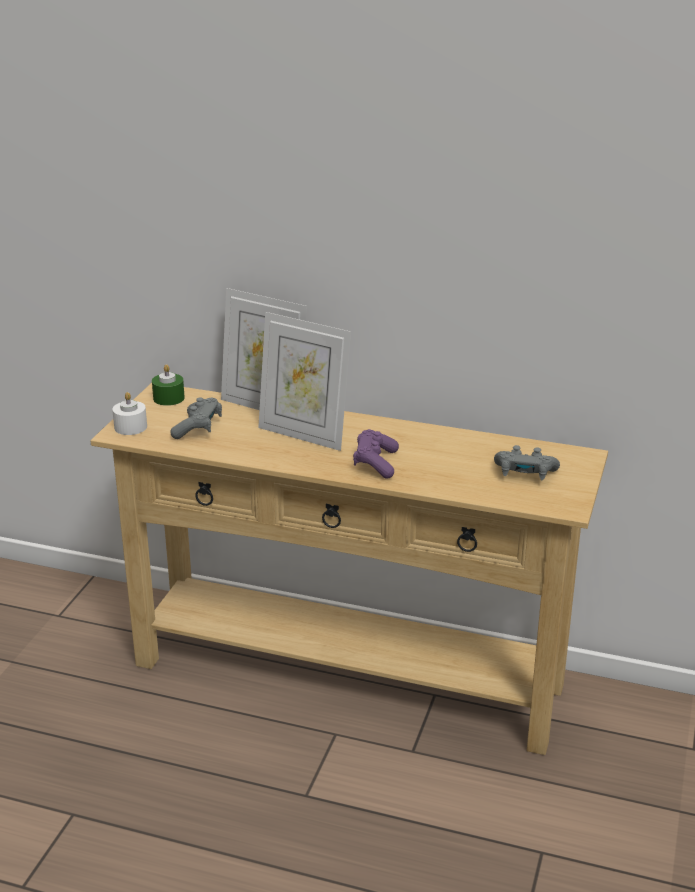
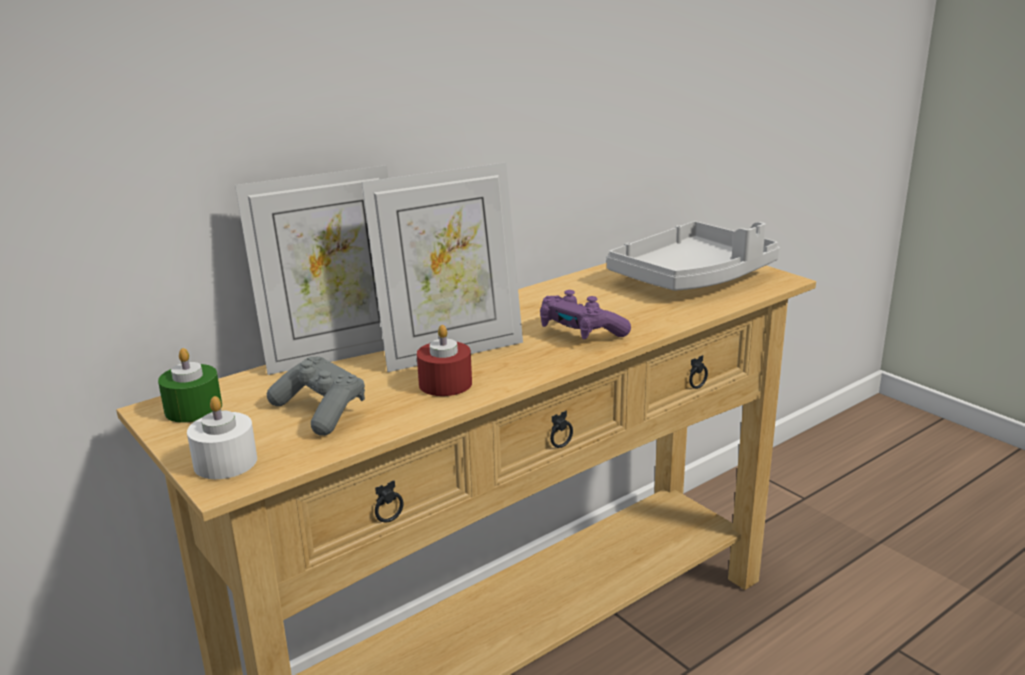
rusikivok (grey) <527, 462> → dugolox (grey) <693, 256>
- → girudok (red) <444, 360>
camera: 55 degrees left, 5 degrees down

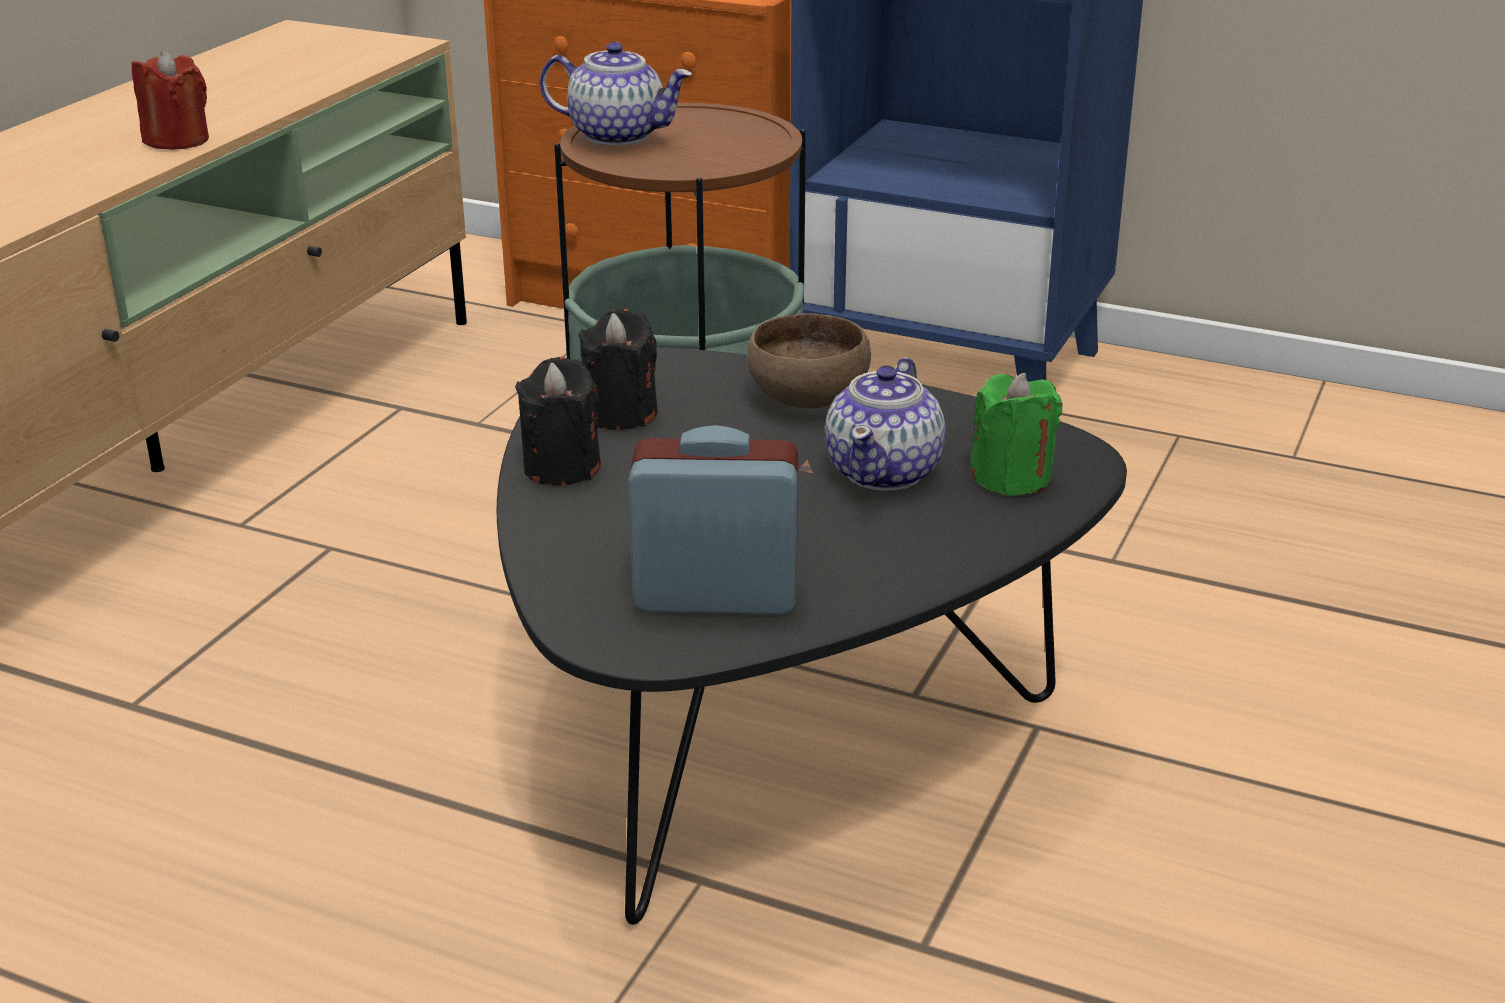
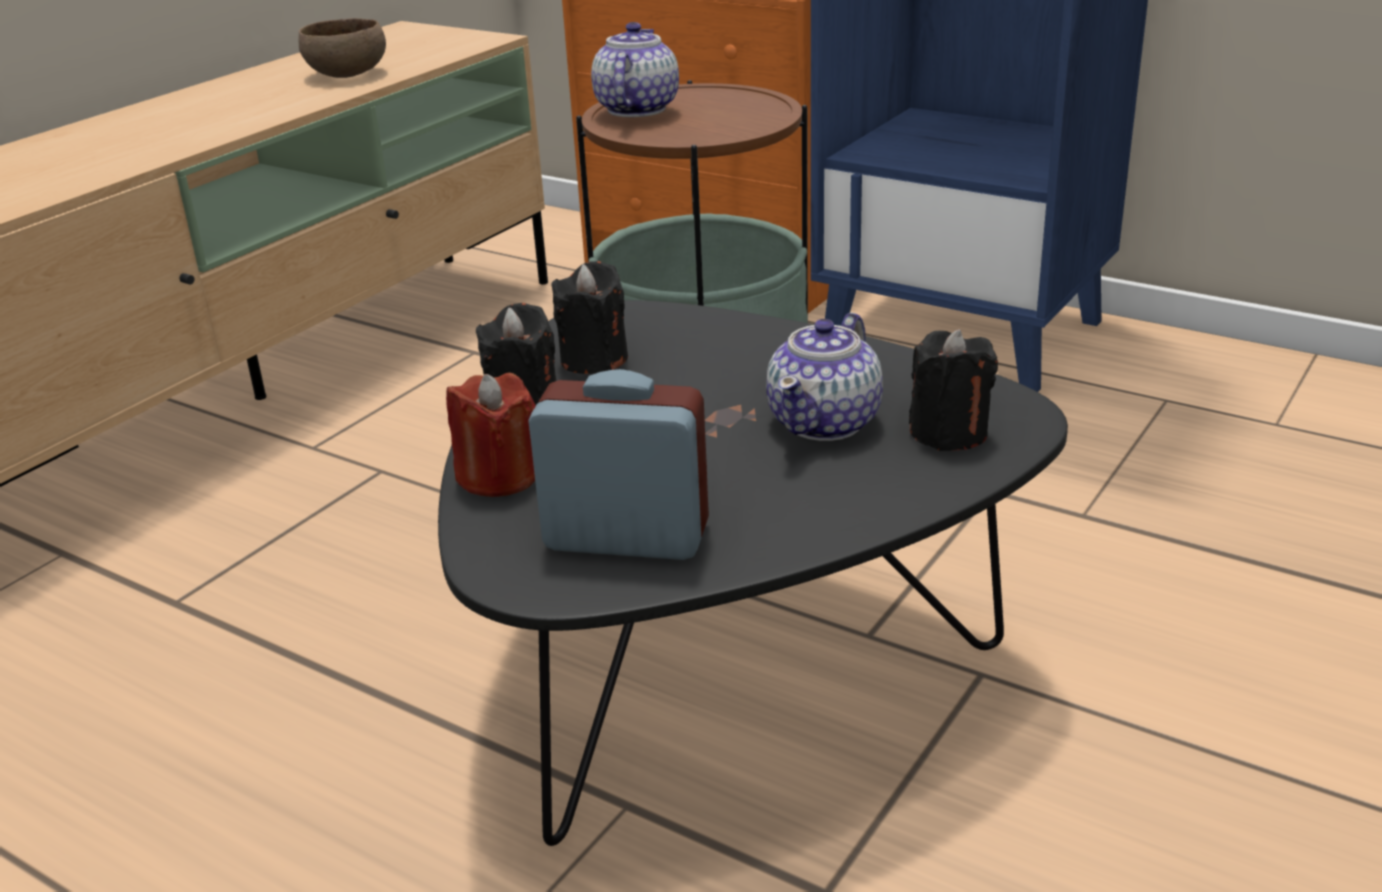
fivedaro <616, 94> → fivedaro <635, 69>, 105 degrees counterclockwise
girudok (red) <170, 100> → girudok (red) <491, 435>, relocated
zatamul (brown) <809, 361> → zatamul (brown) <342, 48>, relocated
girudok (green) <1016, 434> → girudok (black) <953, 390>
camera: 10 degrees right, 0 degrees up

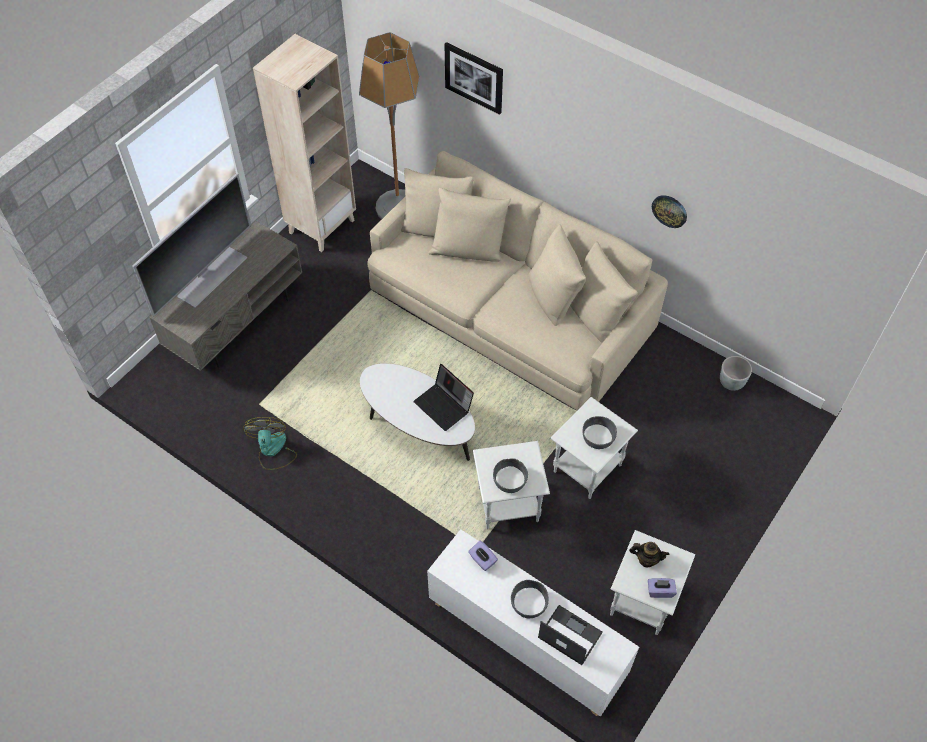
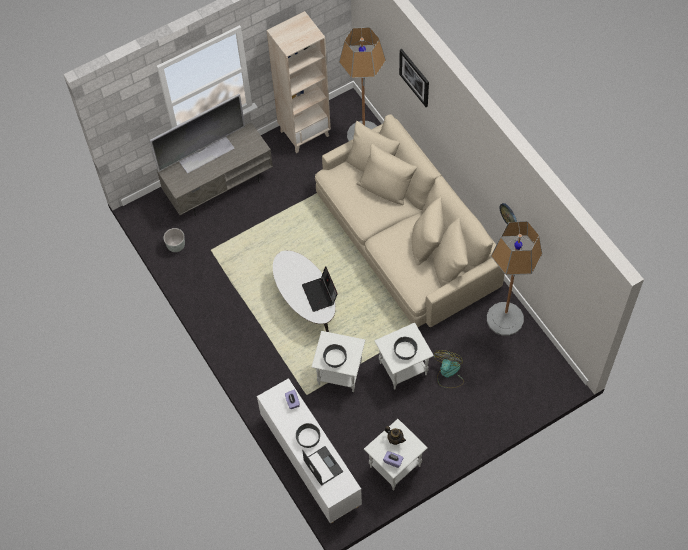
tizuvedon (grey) <736, 373> → tizuvedon (grey) <174, 240>, relocated
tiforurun <270, 443> → tiforurun <449, 369>, relocated
- → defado <514, 278>
camera: 25 degrees right, 5 degrees up

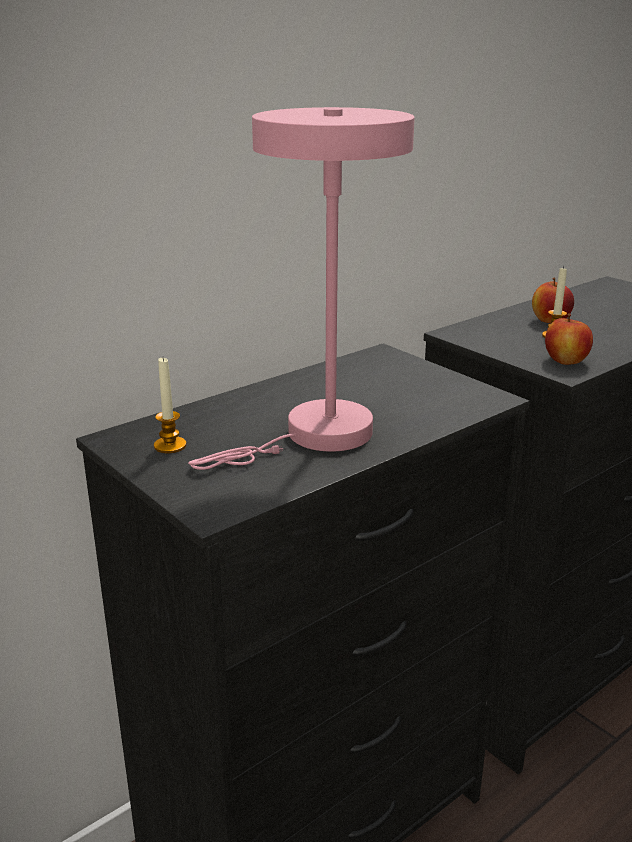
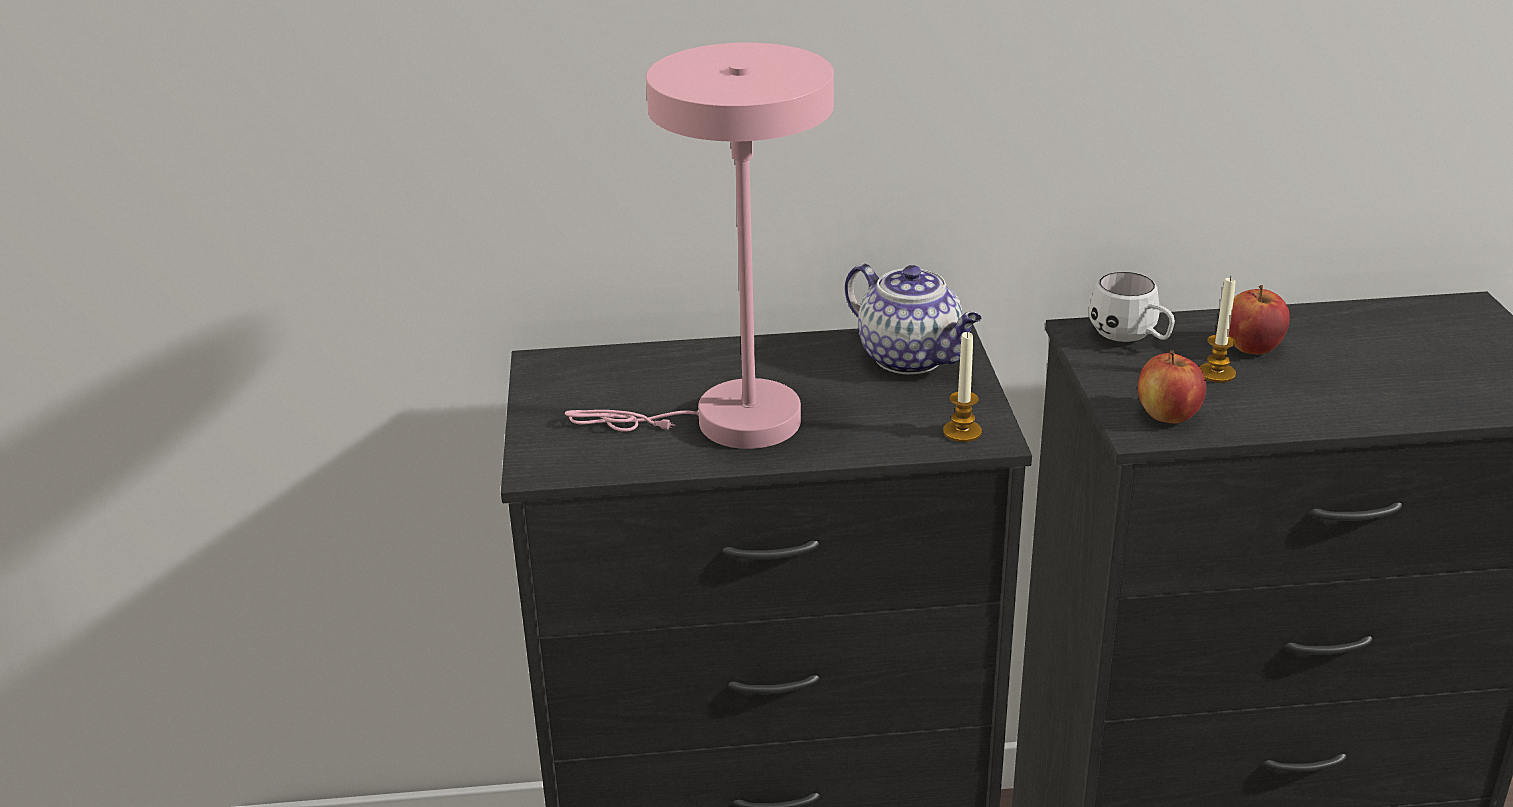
girudok <170, 405> → girudok <962, 386>, relocated
- → fivedaro <913, 318>
- → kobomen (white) <1132, 307>
camera: 35 degrees right, 5 degrees up

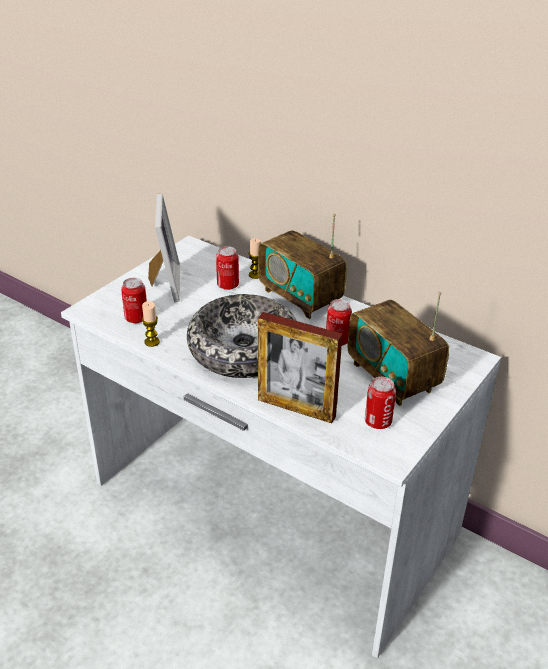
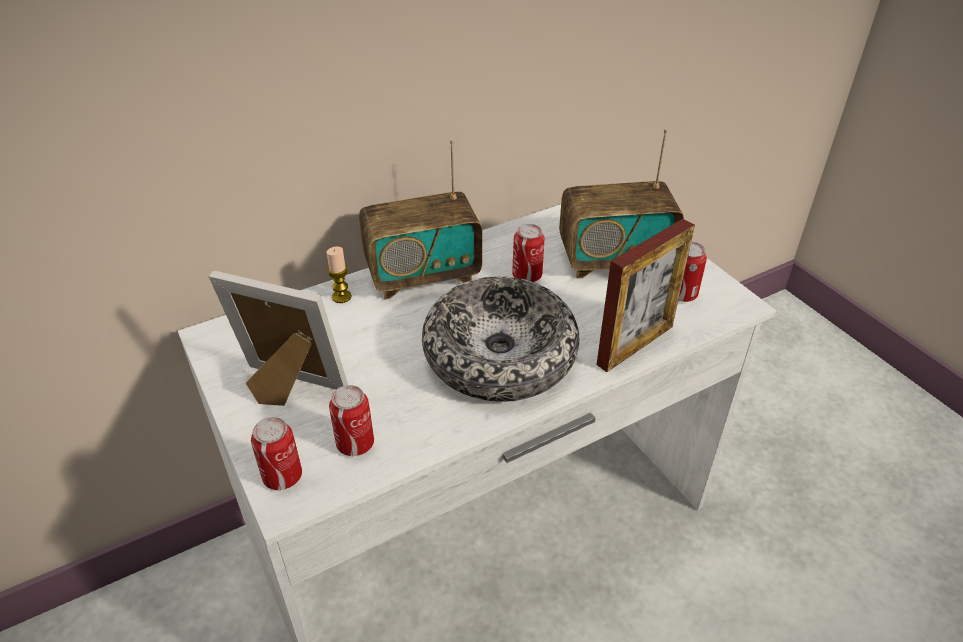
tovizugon <227, 268> → tovizugon <276, 453>, relocated
girudok <151, 324> → -
camera: 65 degrees left, 5 degrees up

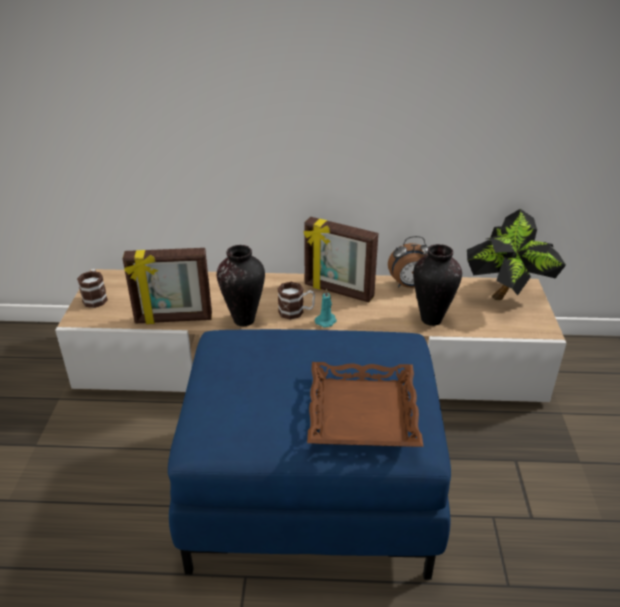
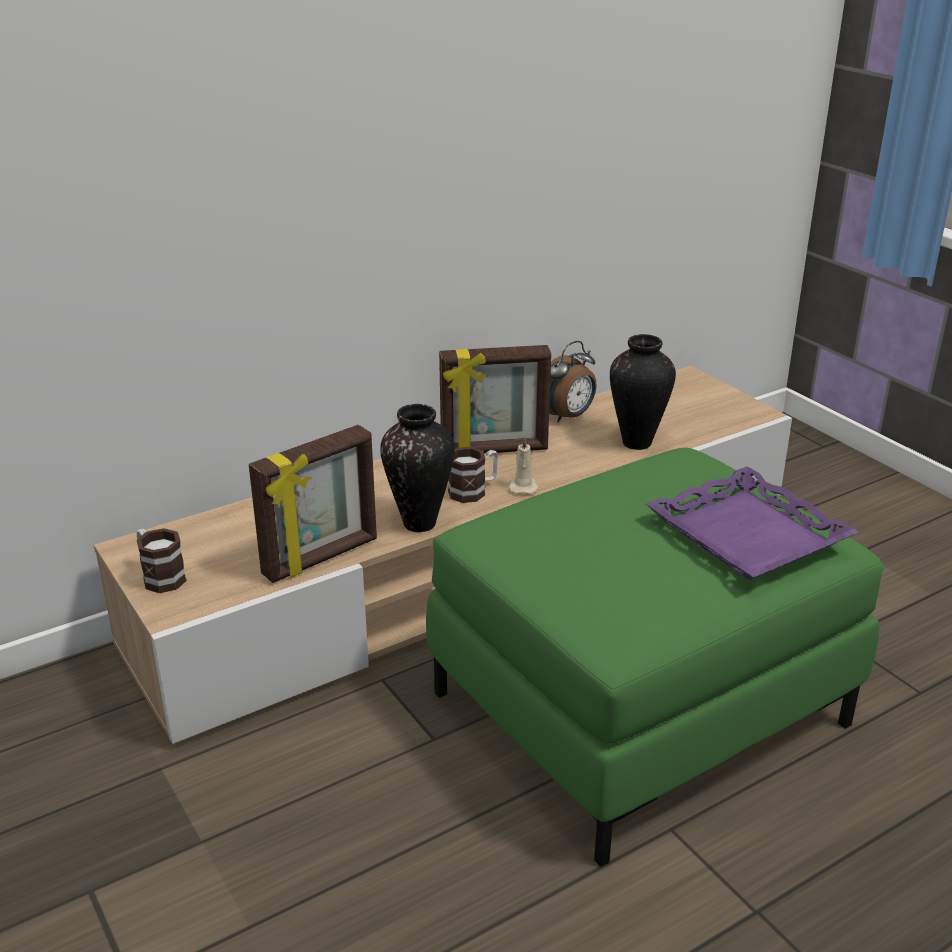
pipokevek <516, 254> → -
girudok (turquoise) <326, 308> → girudok (beige) <523, 465>
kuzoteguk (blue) <309, 454> → kuzoteguk (green) <655, 657>
dugolox (brown) <365, 404> → dugolox (purple) <751, 523>
camera: 35 degrees left, 5 degrees down

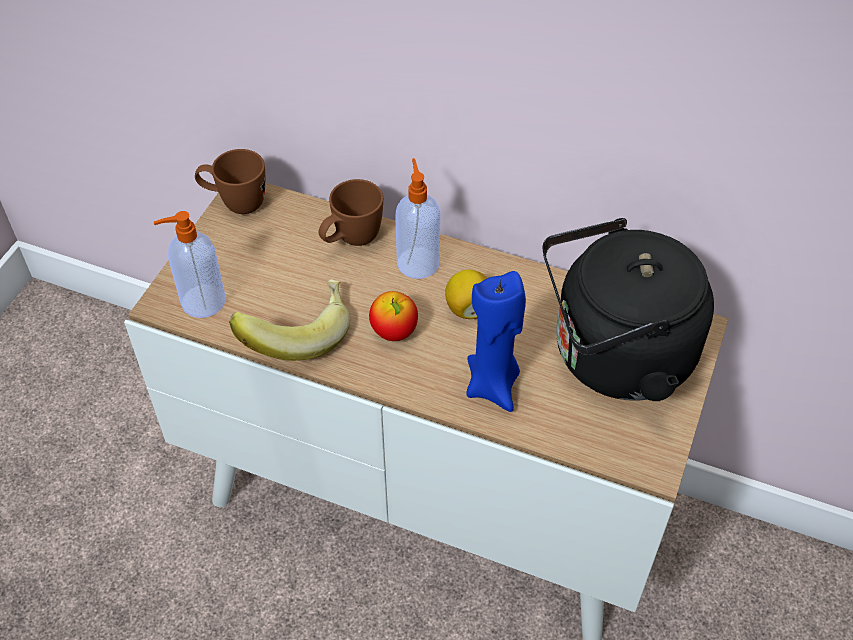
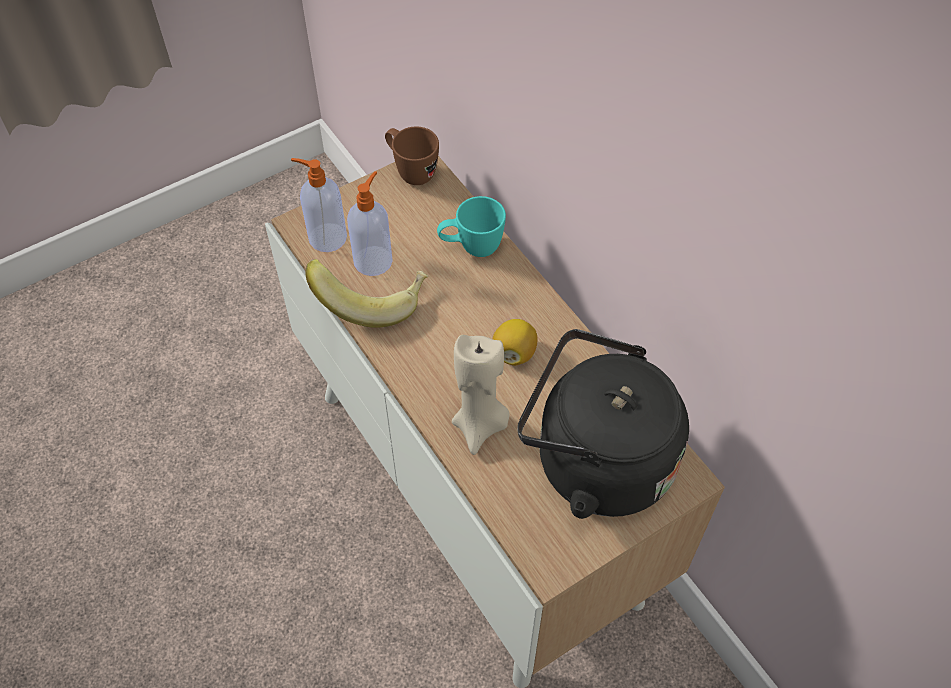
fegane <417, 218> → fegane <370, 223>, relocated
kobomen (brown) <351, 212> → kobomen (turquoise) <471, 226>
girudok (blue) <496, 341> → girudok (beige) <481, 395>
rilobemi <393, 316> → -
camera: 35 degrees right, 5 degrees up

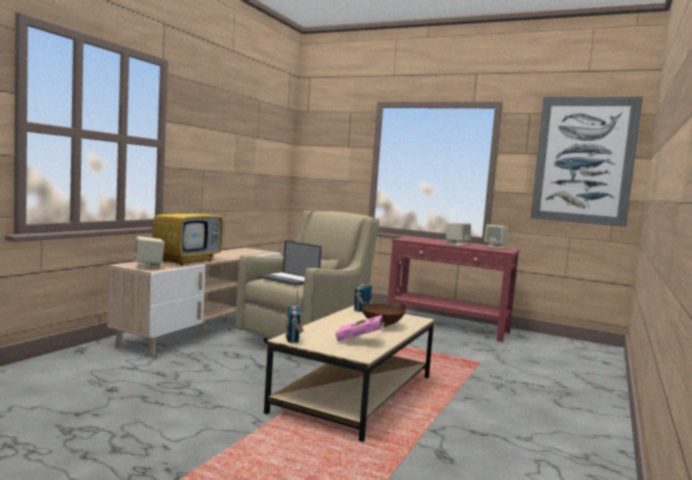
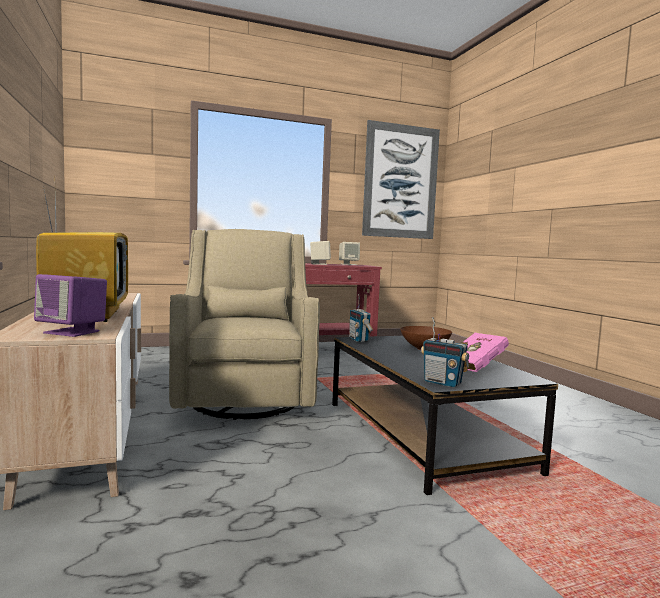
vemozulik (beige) <149, 252> → vemozulik (purple) <70, 305>
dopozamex <290, 263> → -
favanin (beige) <349, 373> → favanin (black) <445, 415>
camera: 45 degrees left, 0 degrees up

